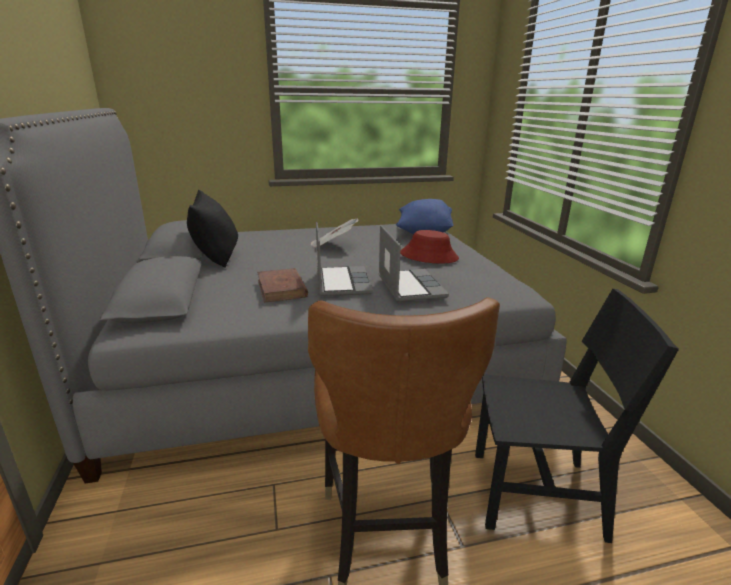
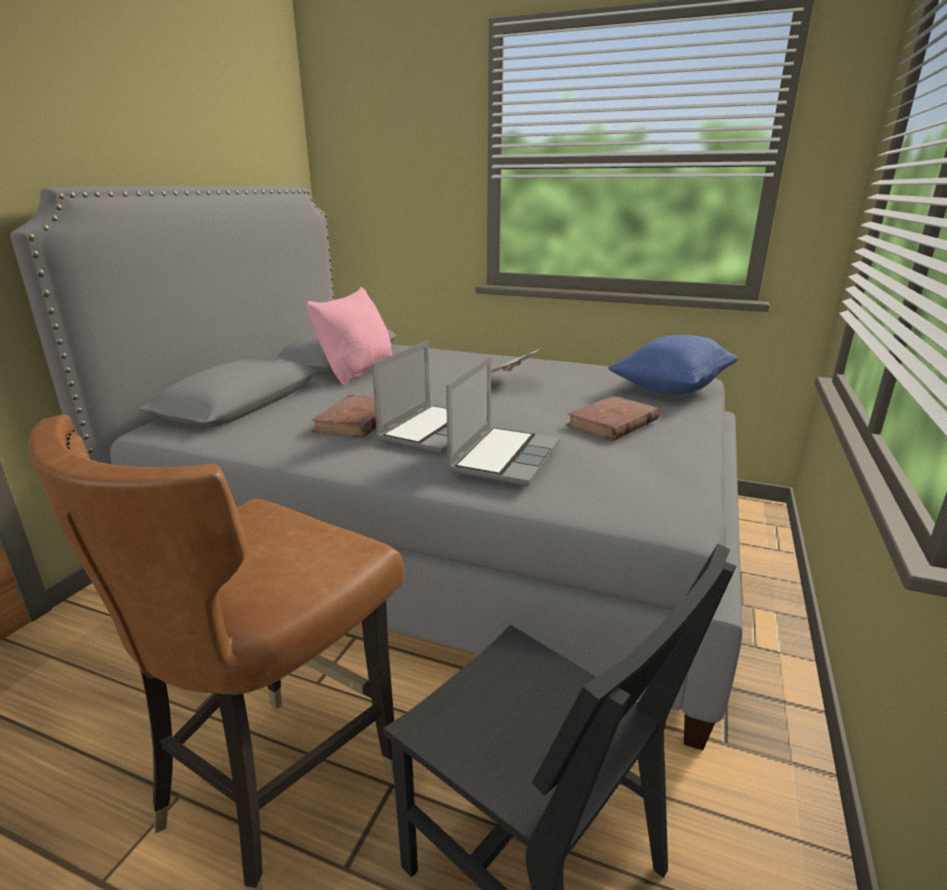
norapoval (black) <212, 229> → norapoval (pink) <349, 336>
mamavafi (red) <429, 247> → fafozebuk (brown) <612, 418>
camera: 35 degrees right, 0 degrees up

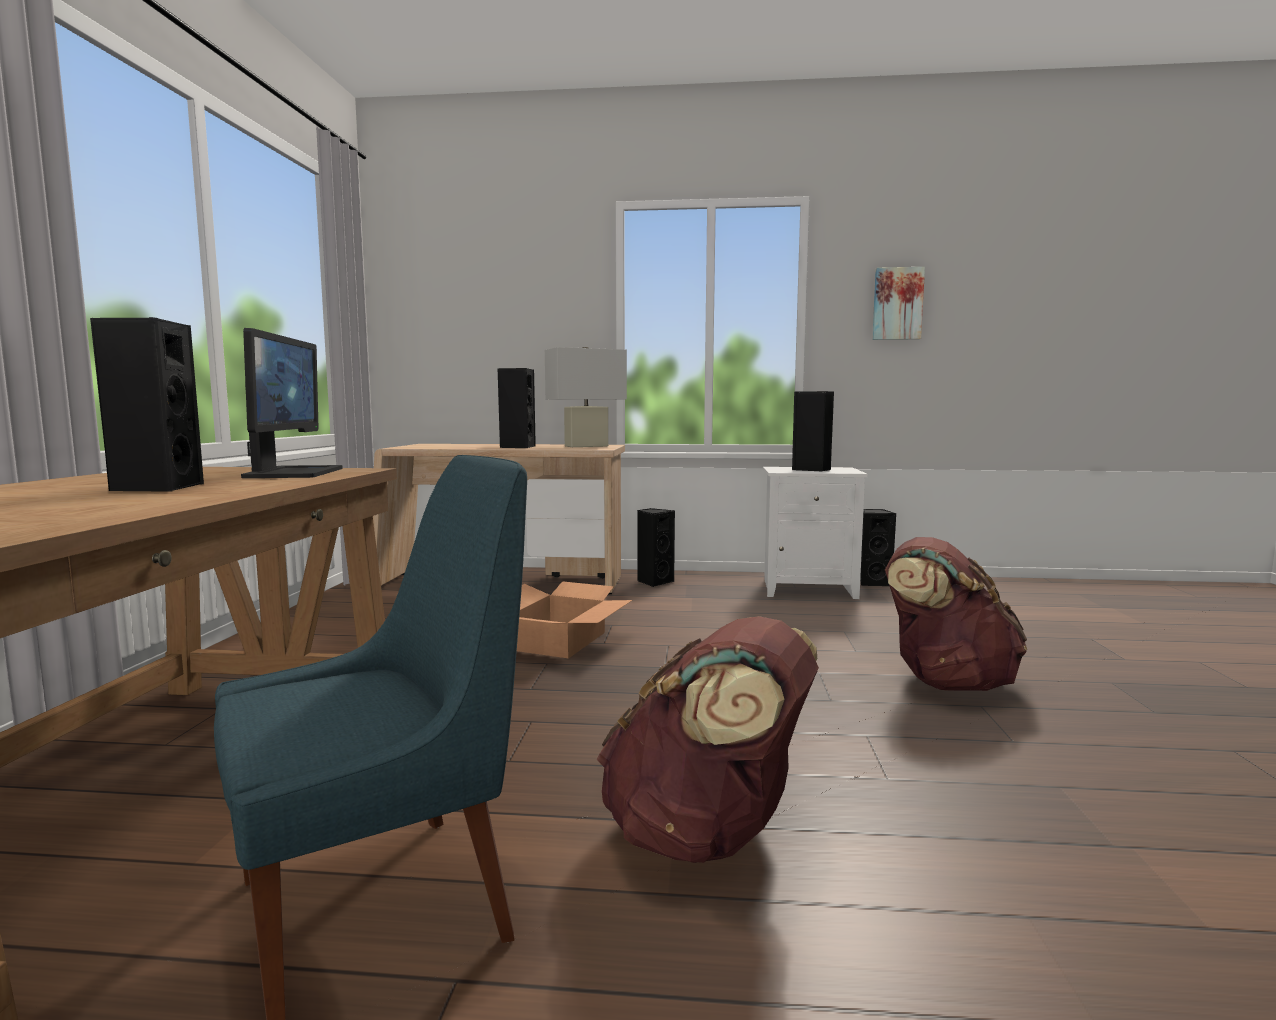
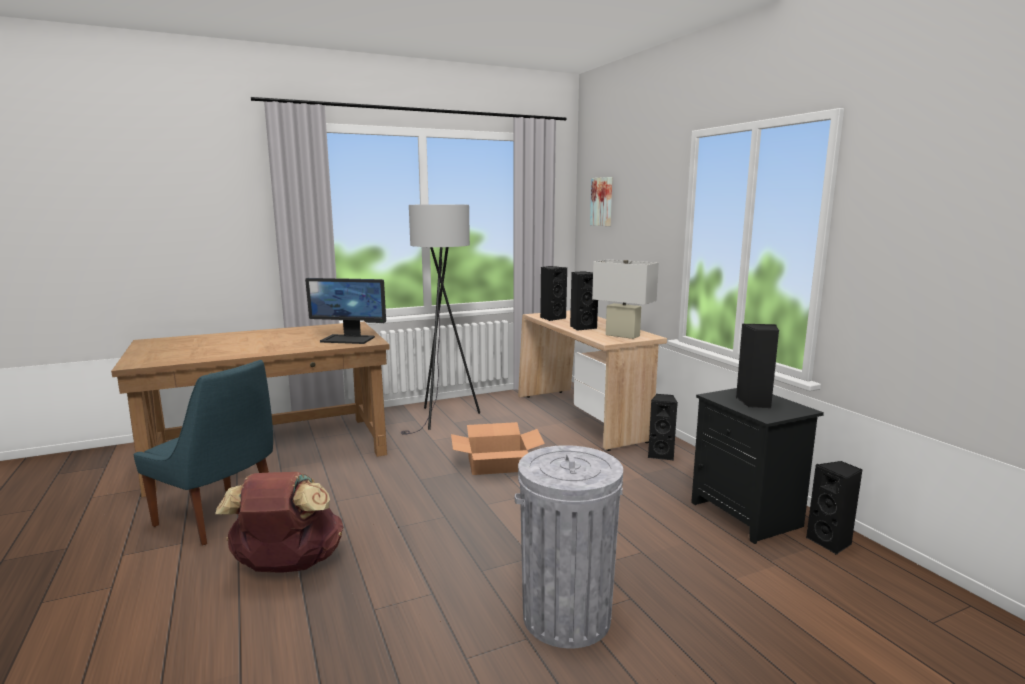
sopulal <898, 303> → sopulal <601, 201>, relocated
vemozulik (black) <147, 404> → vemozulik (black) <553, 293>, relocated
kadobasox <292, 403> → kadobasox <345, 311>, 45 degrees clockwise
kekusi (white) <815, 533> → kekusi (black) <757, 466>
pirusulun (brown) <956, 614> → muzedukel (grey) <569, 546>
- → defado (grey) <440, 320>
camera: 60 degrees right, 5 degrees up

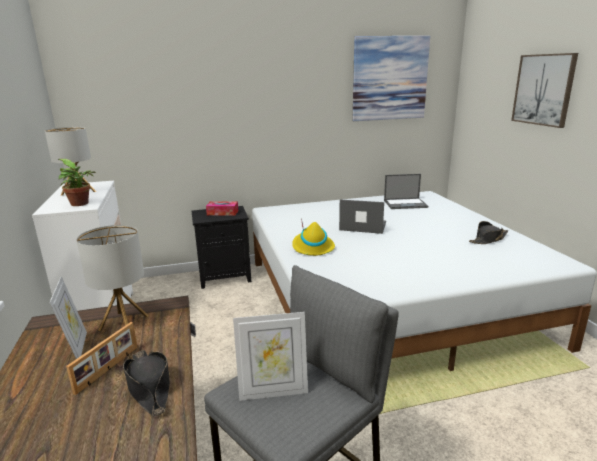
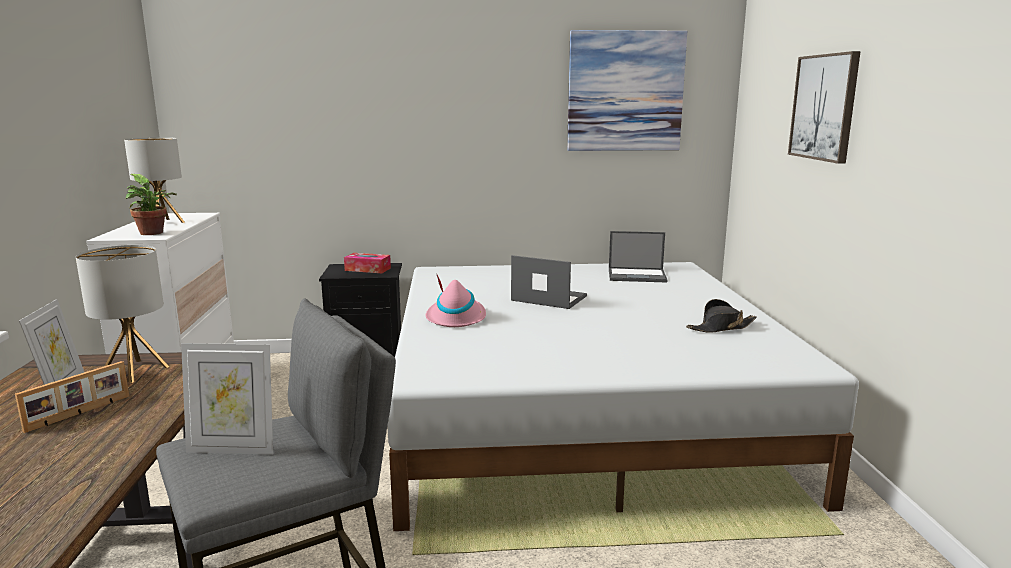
mamavafi (yellow) <313, 239> → mamavafi (pink) <456, 301>
mamavafi (black) <146, 383> → -
camera: 10 degrees right, 5 degrees down

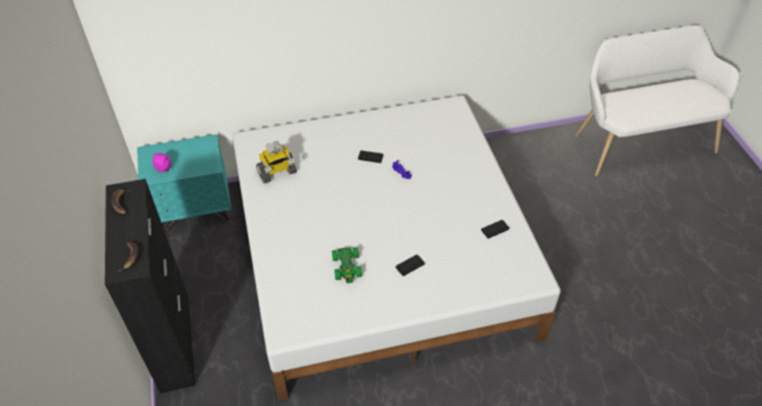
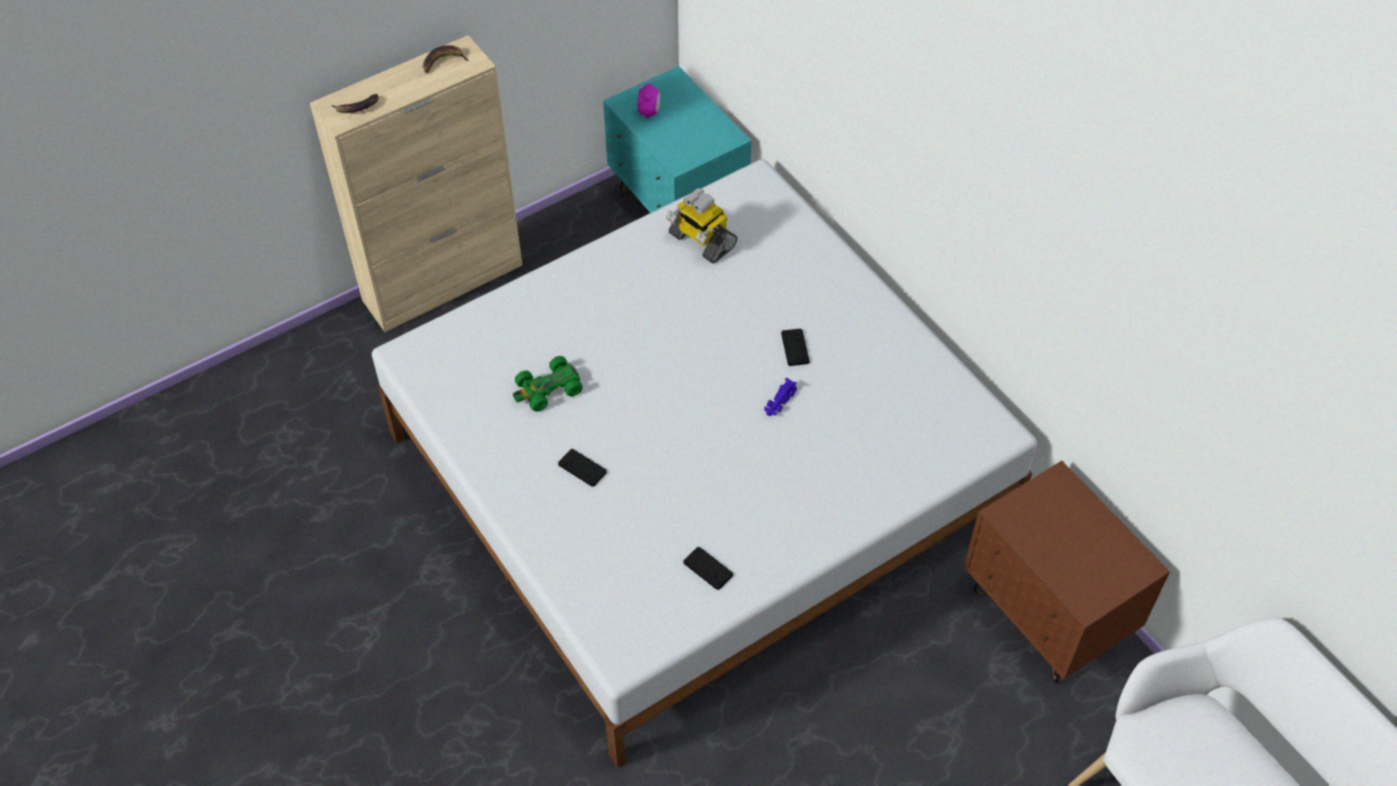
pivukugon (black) <150, 286> → pivukugon (beige) <416, 183>
- → kekusi (brown) <1067, 572>
camera: 70 degrees right, 5 degrees up

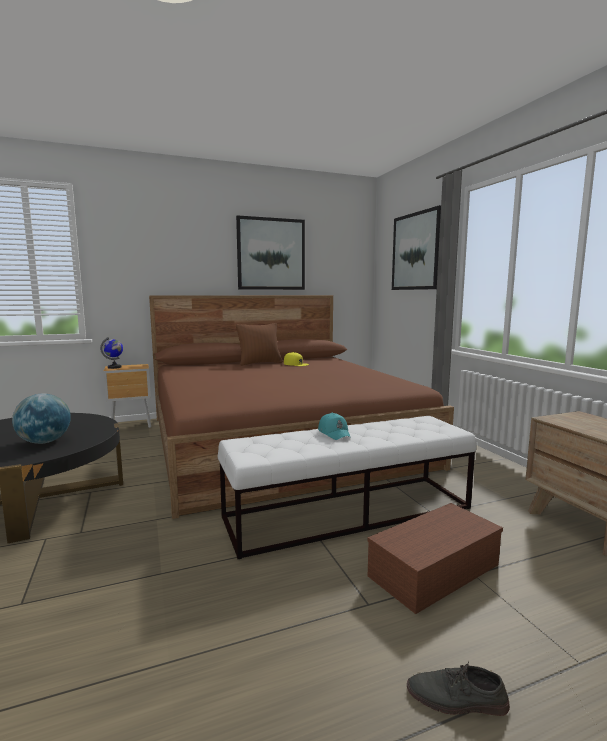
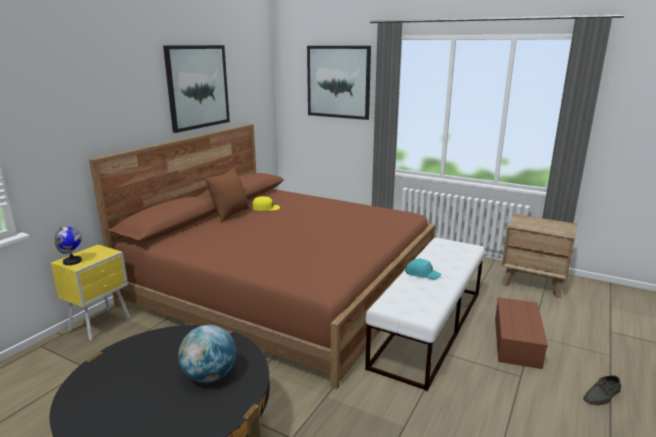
kekusi (brown) <127, 396> → kekusi (yellow) <90, 293>
camera: 40 degrees left, 10 degrees up

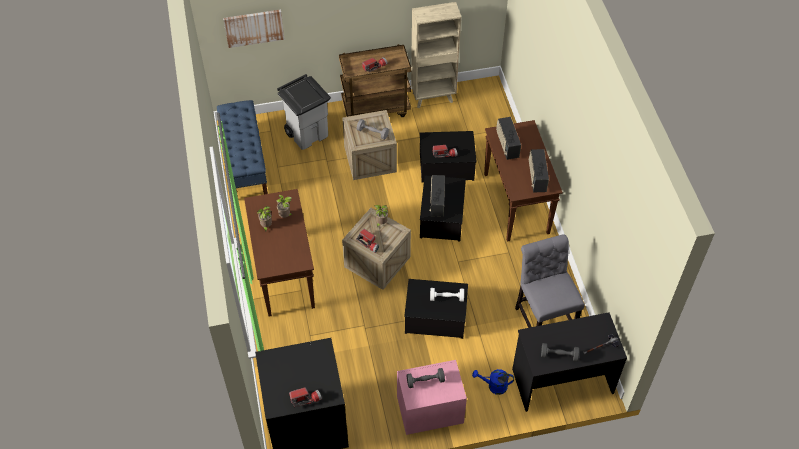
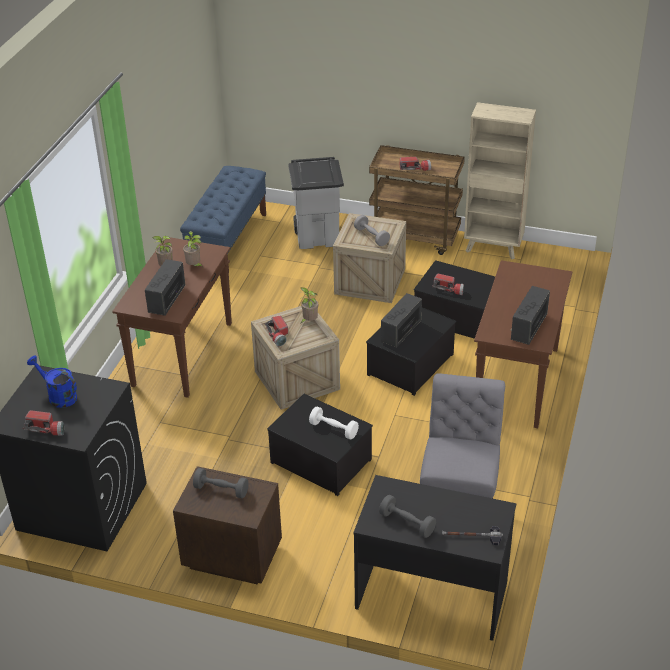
sopulal <254, 28> → -
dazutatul <508, 138> → dazutatul <165, 287>, relocated
kekusi (pink) <432, 397> → kekusi (brown) <227, 525>
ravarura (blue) <493, 382> → ravarura (blue) <52, 382>, relocated
camera: 30 degrees right, 15 degrees down

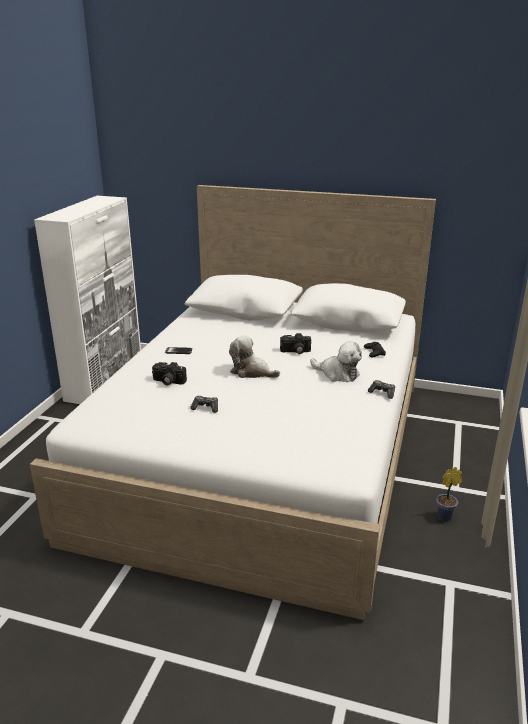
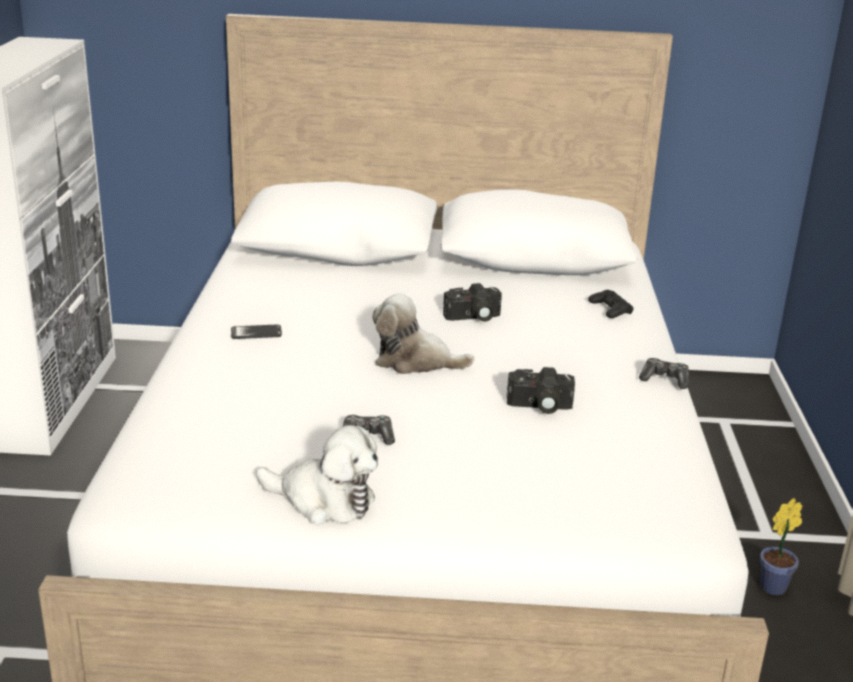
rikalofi <336, 361> → rikalofi <317, 474>, relocated
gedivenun <169, 373> → gedivenun <540, 390>, relocated
camera: 15 degrees left, 0 degrees up

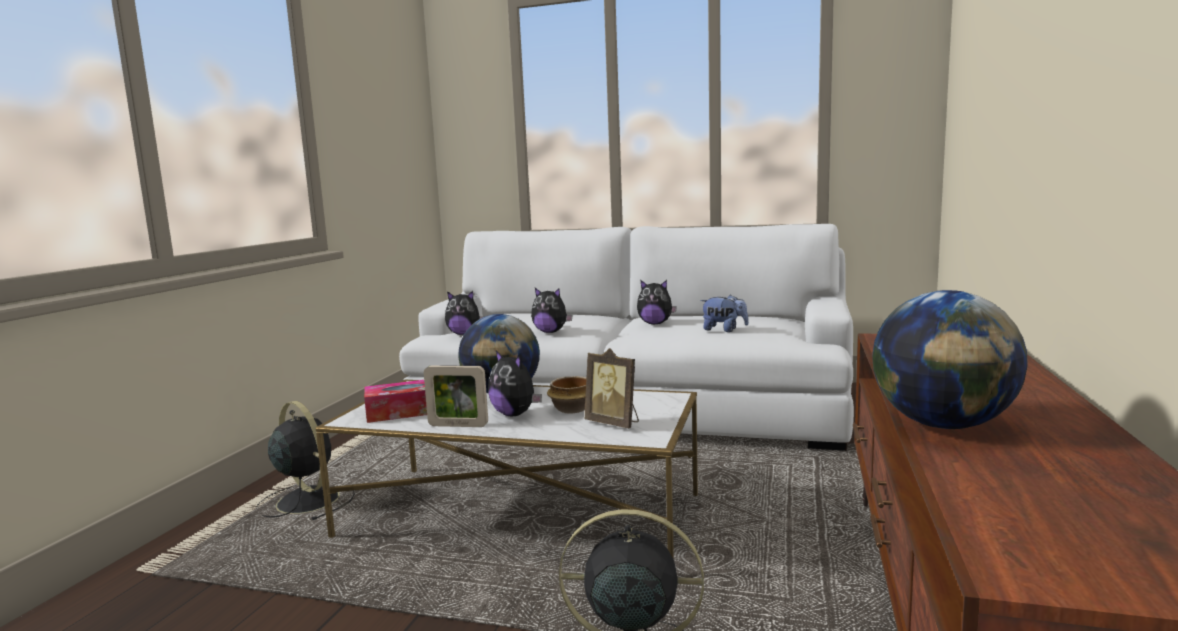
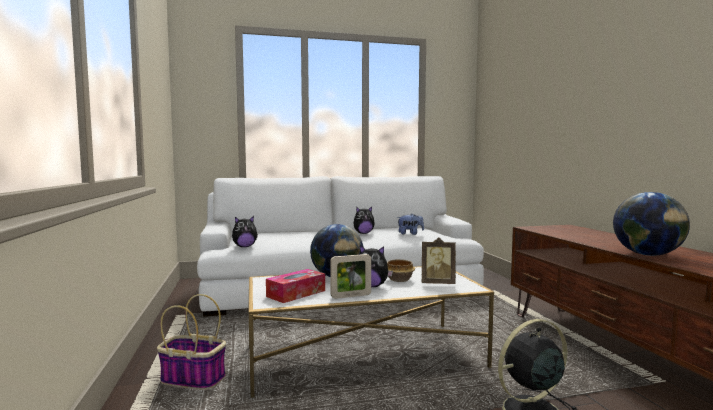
rikalofi <552, 310> → -
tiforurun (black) <305, 461> → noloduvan <191, 342>
camera: 30 degrees left, 5 degrees down

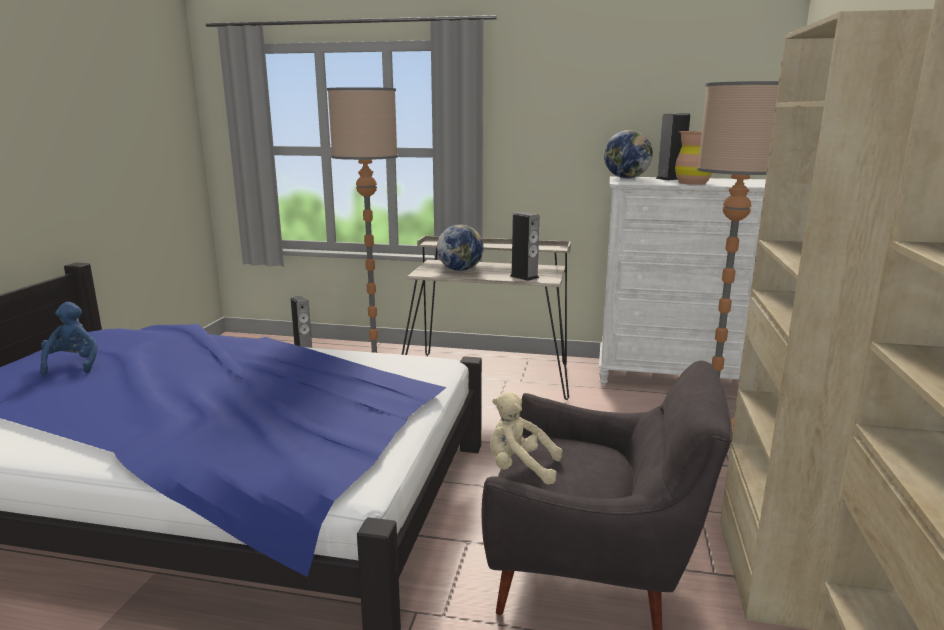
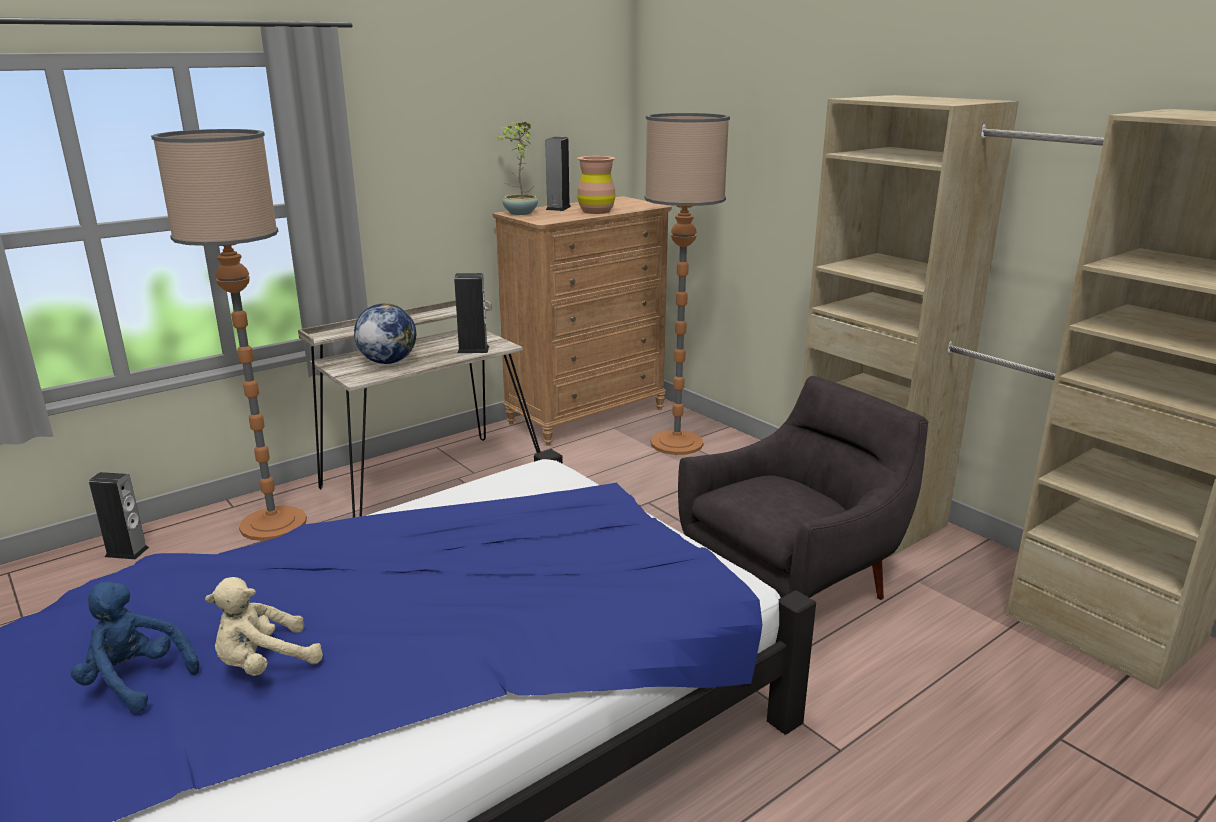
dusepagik <628, 154> → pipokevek <517, 168>
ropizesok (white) <682, 281> → ropizesok (brown) <582, 321>
rikalofi (beige) <526, 438> → rikalofi (beige) <264, 626>, relocated
camera: 50 degrees left, 5 degrees up

